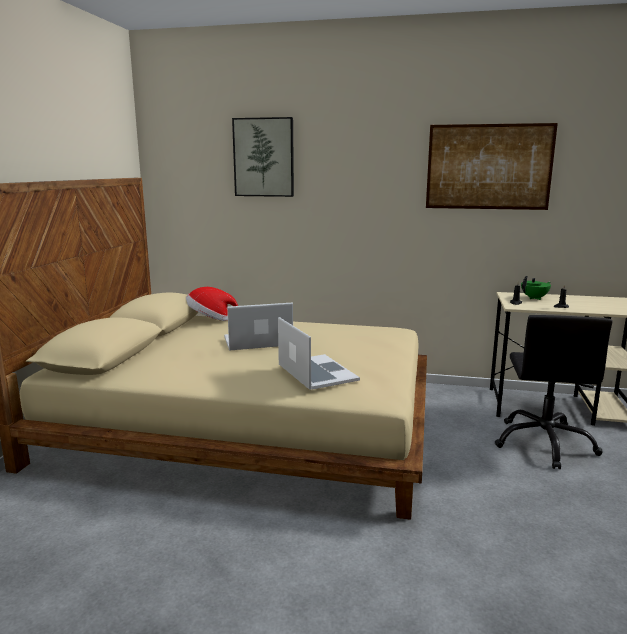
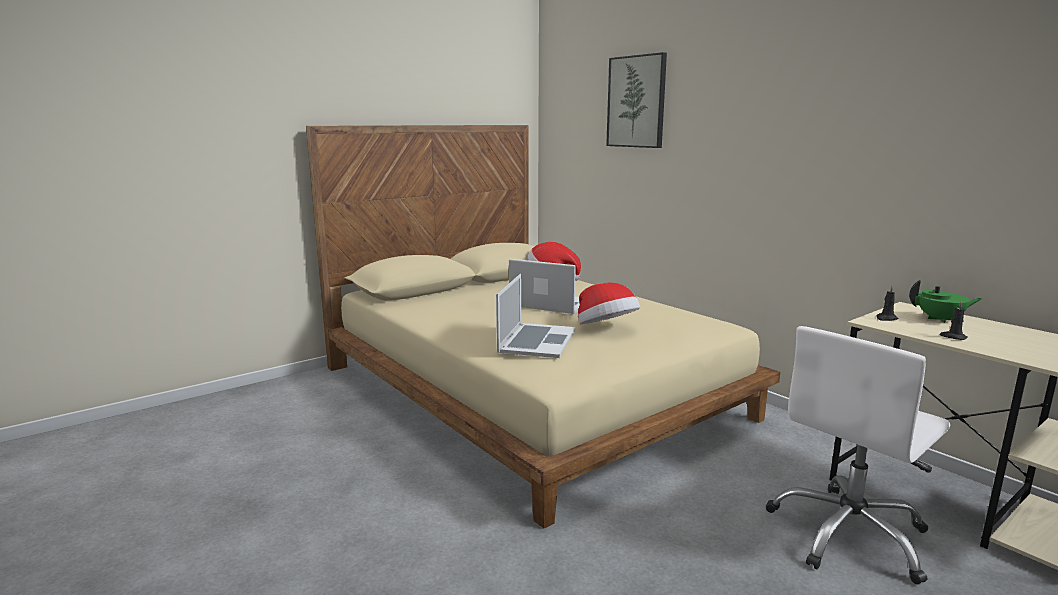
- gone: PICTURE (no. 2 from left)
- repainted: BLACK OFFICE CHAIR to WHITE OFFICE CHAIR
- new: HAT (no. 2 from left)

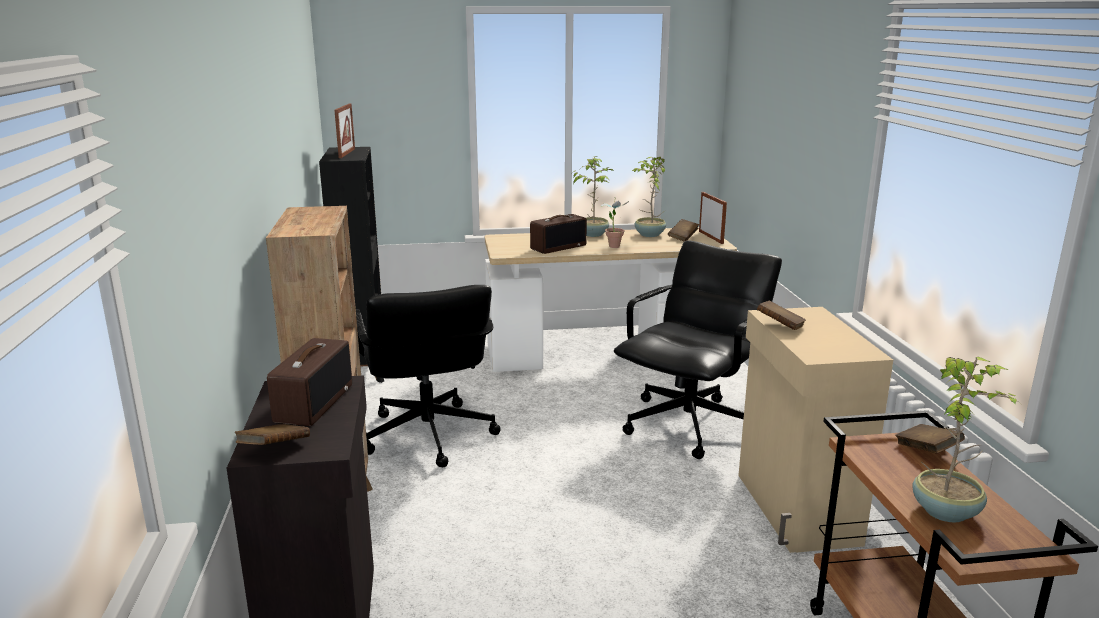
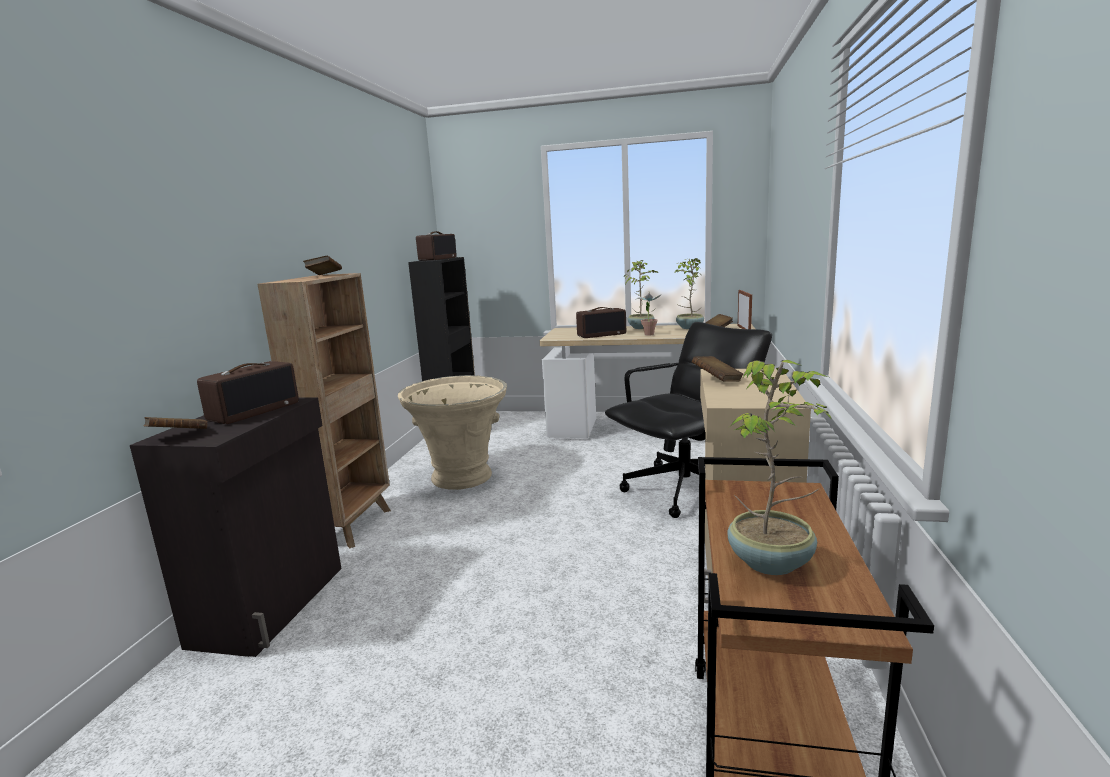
- swapped: PICTURE FRAME (no. 1 from left) to RADIO (no. 2 from left)
- swapped: BLACK OFFICE CHAIR (no. 1 from left) to BEIGE PLANTER
- shifted: BROWN BOOK (no. 4 from left in the first image) to BROWN BOOK (no. 2 from left)

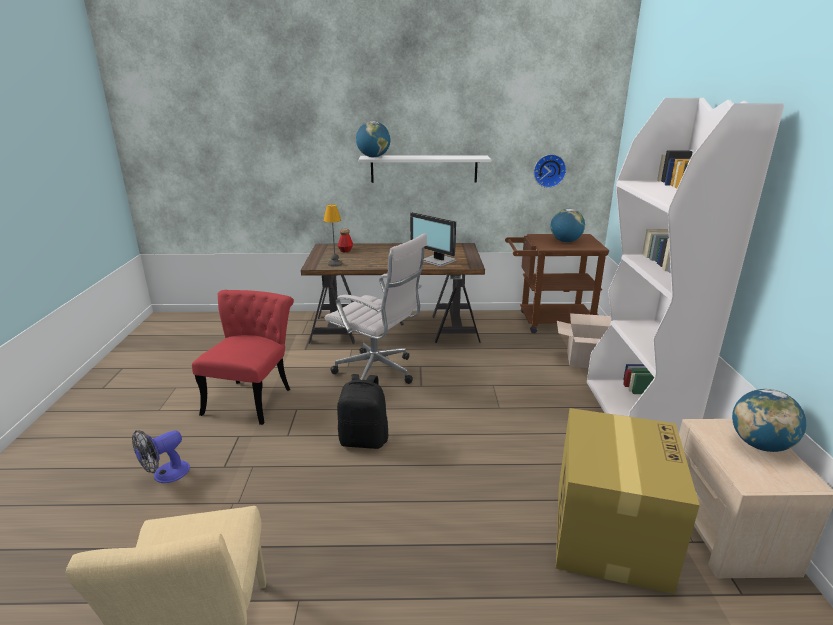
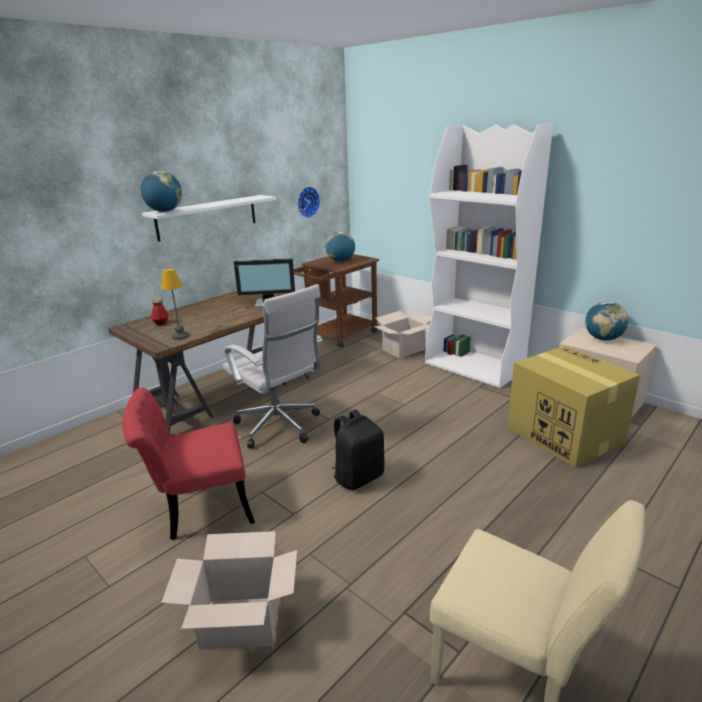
- swapped: FAN to CARDBOARD BOX (no. 1 from left)
- rotated: RED CHAIR 75 degrees counterclockwise
- rotated: WHITE OFFICE CHAIR 60 degrees clockwise

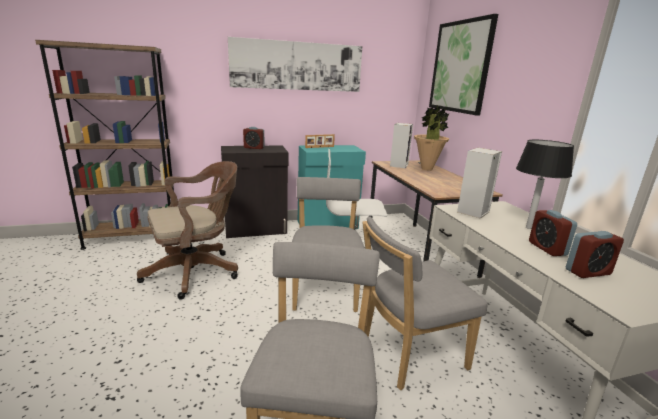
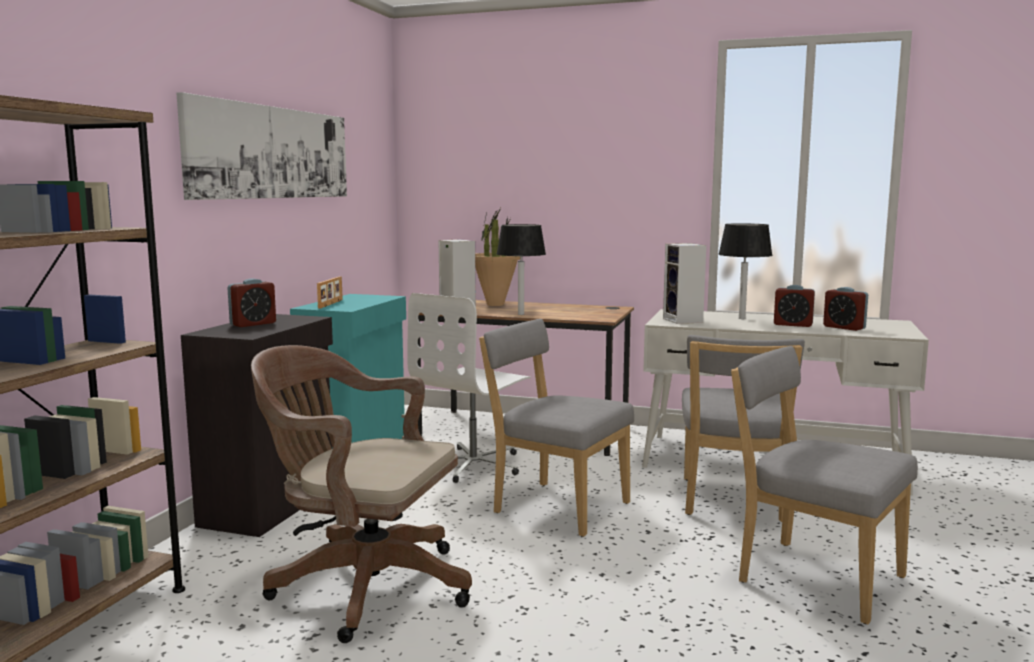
- rotated: BROWN OFFICE CHAIR 75 degrees counterclockwise
- gone: PICTURE (no. 2 from left)
- rotated: ALARM CLOCK (no. 3 from left) 120 degrees clockwise
- new: BLACK TABLE LAMP (no. 1 from left)

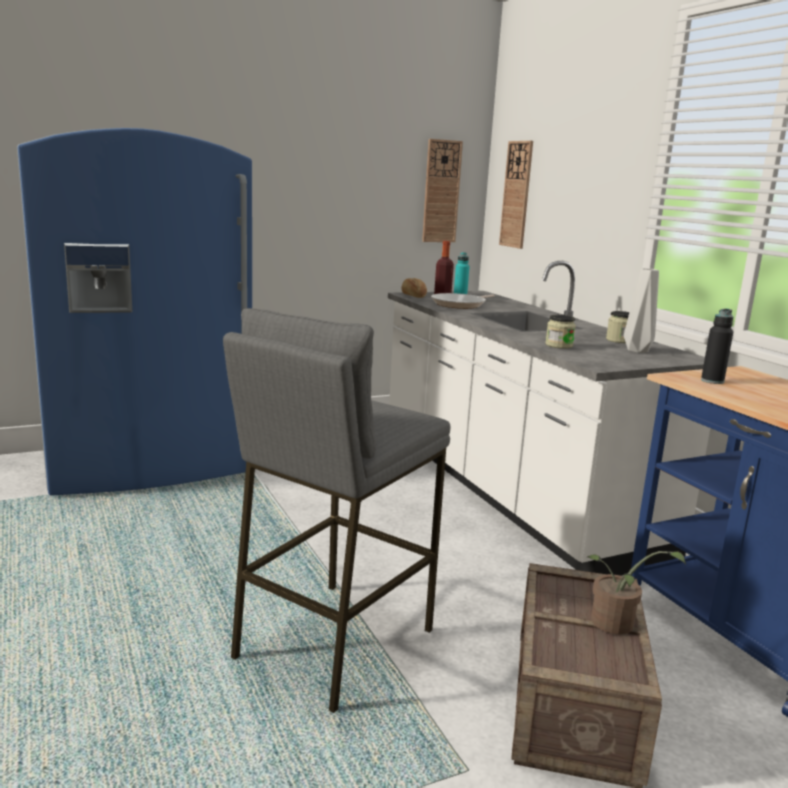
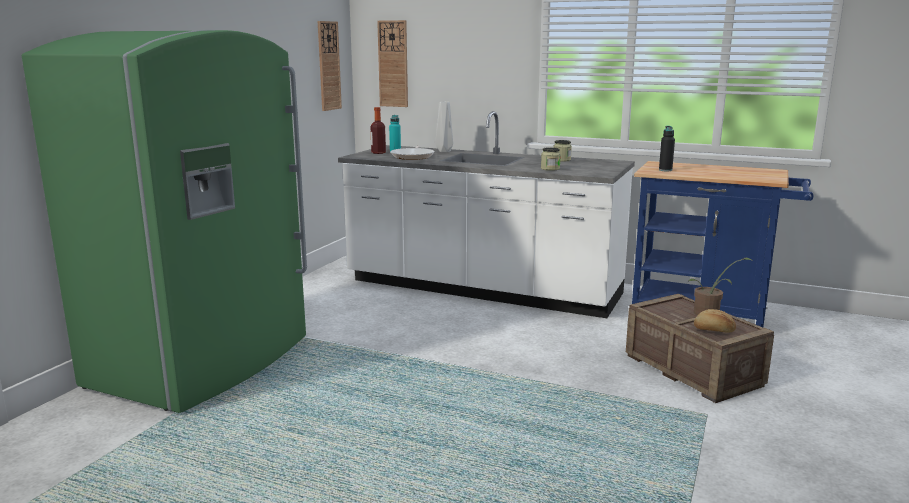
- repainted: BLUE FRIDGE to GREEN FRIDGE
- gone: GREY STOOL
- shifted: BREAD
- shifted: GREY VASE

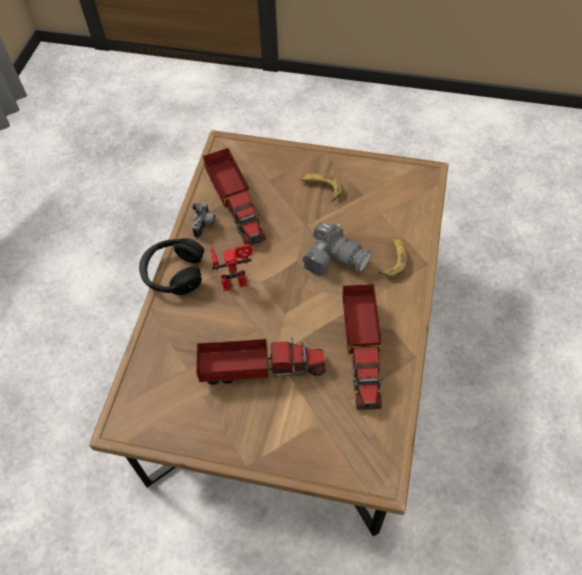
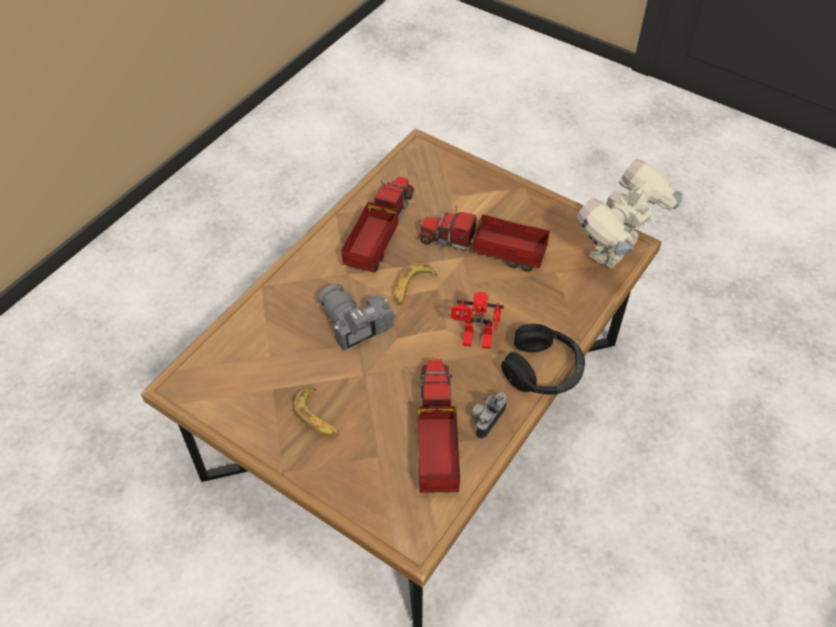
- shifted: BANANA (no. 2 from left)
- new: TOY ROBOT (no. 2 from left)

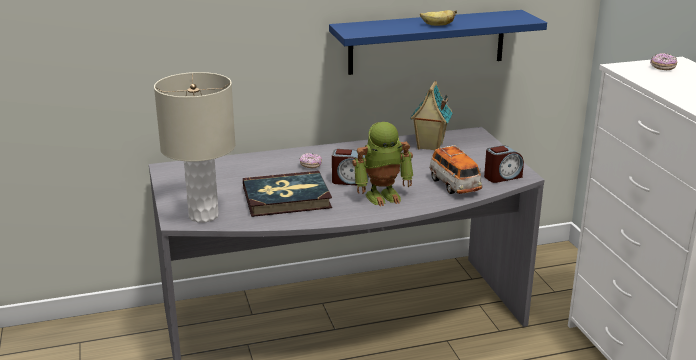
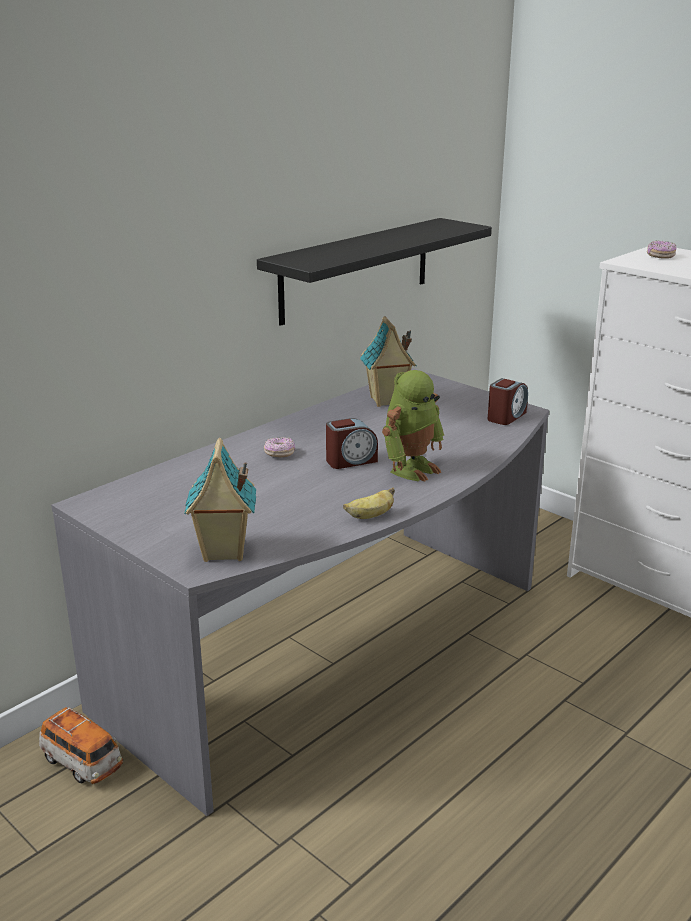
- swapped: BEIGE TABLE LAMP to TOY HOUSE (no. 1 from left)
- gone: BOOK
- repainted: BLUE SHELF to BLACK SHELF
- shifted: BANANA
- shifted: TOY CAR

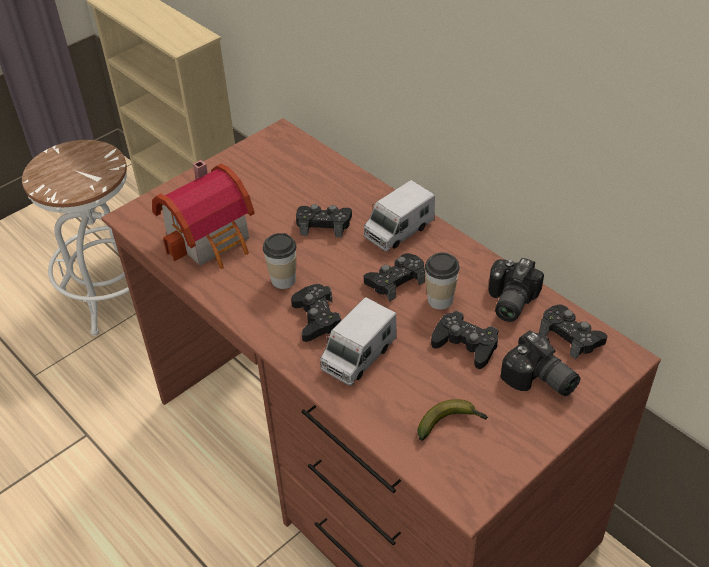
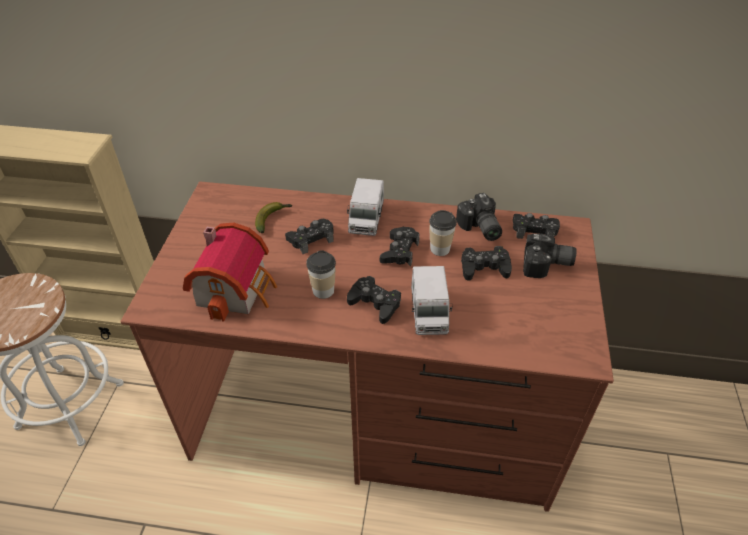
- shifted: BANANA

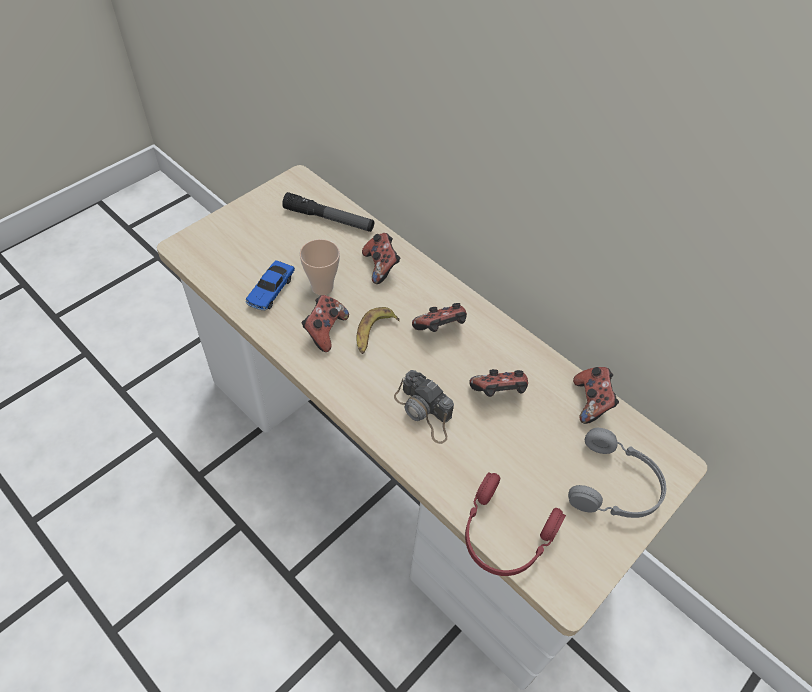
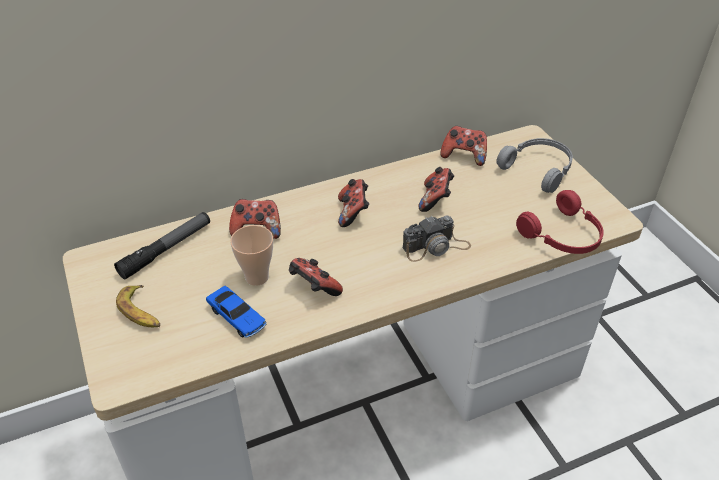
- shifted: BANANA

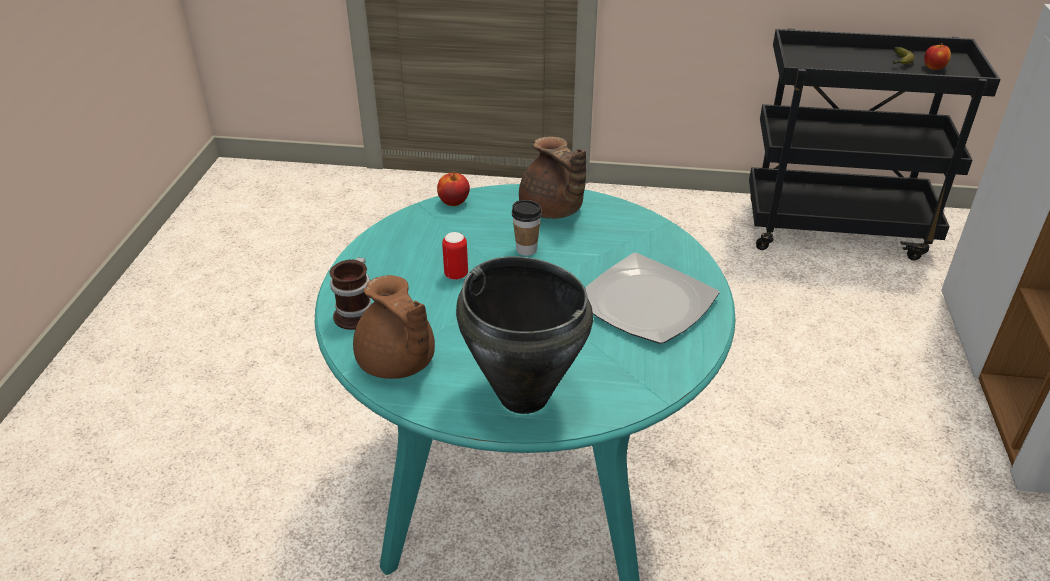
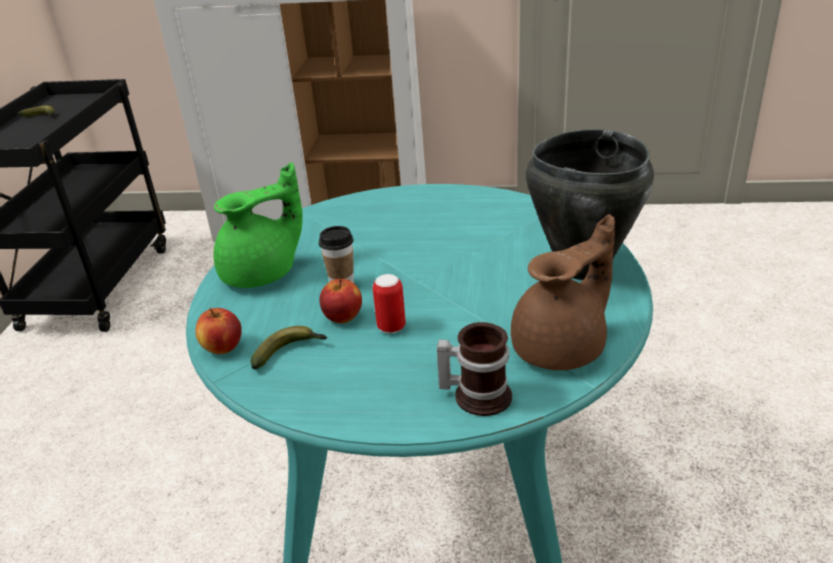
- repainted: BROWN TEAPOT (no. 2 from left) to GREEN TEAPOT
- gone: PLATE
- shifted: APPLE (no. 2 from left)
- new: BANANA (no. 2 from left)

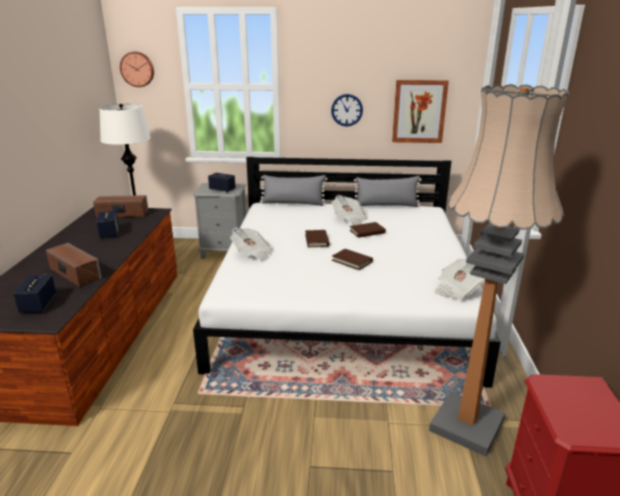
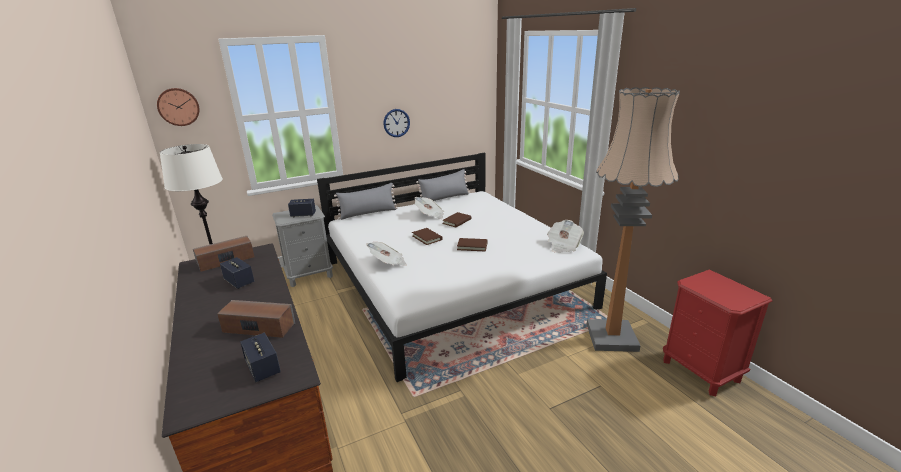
- gone: PICTURE

